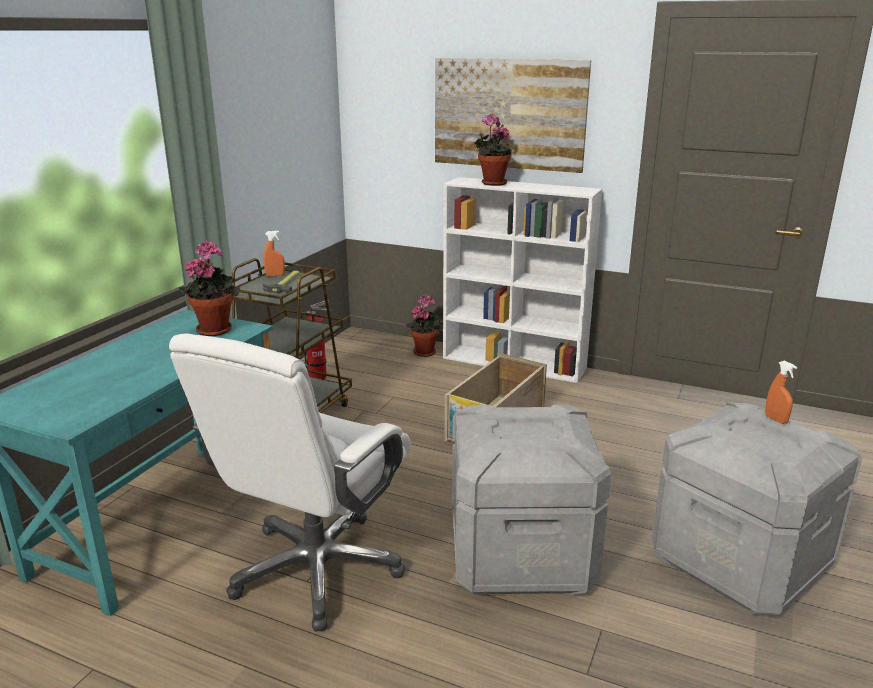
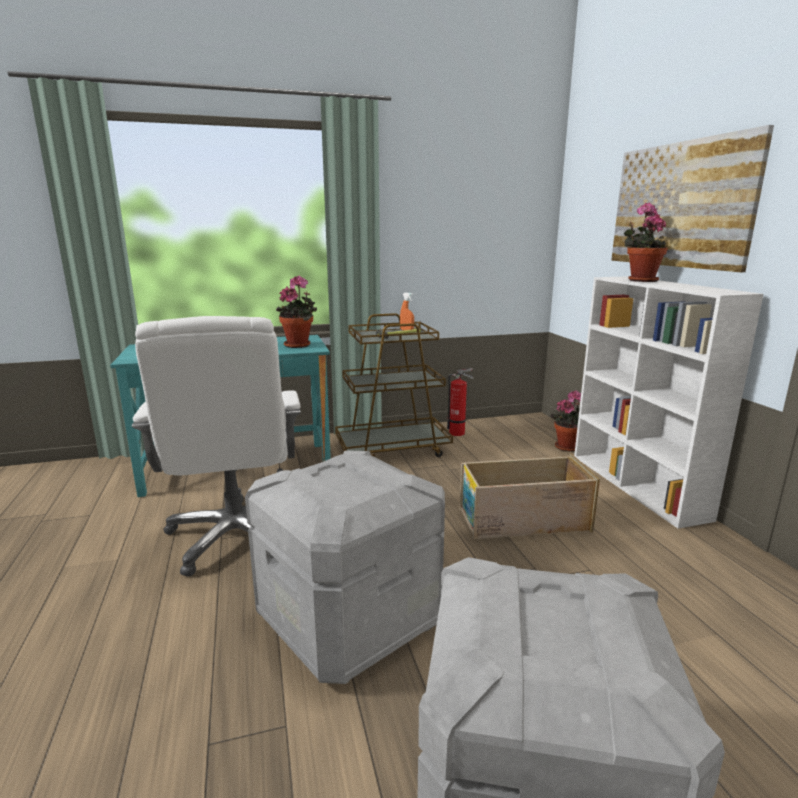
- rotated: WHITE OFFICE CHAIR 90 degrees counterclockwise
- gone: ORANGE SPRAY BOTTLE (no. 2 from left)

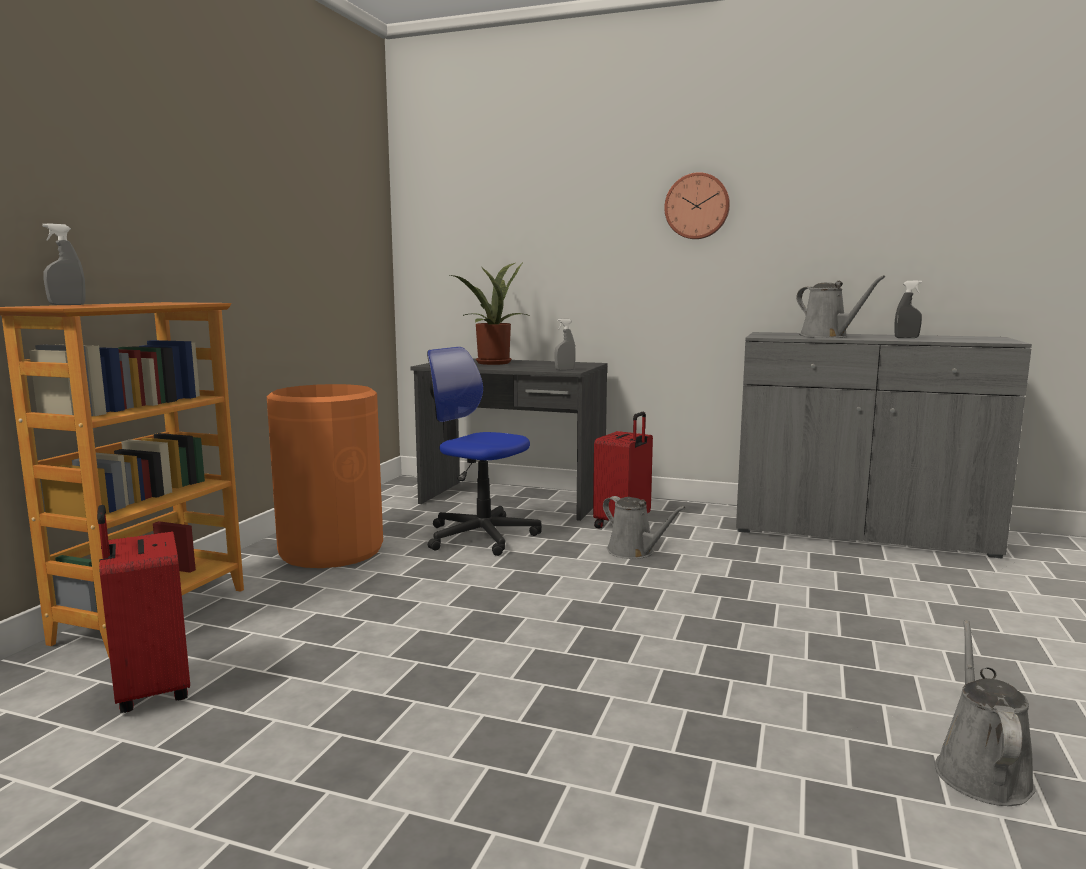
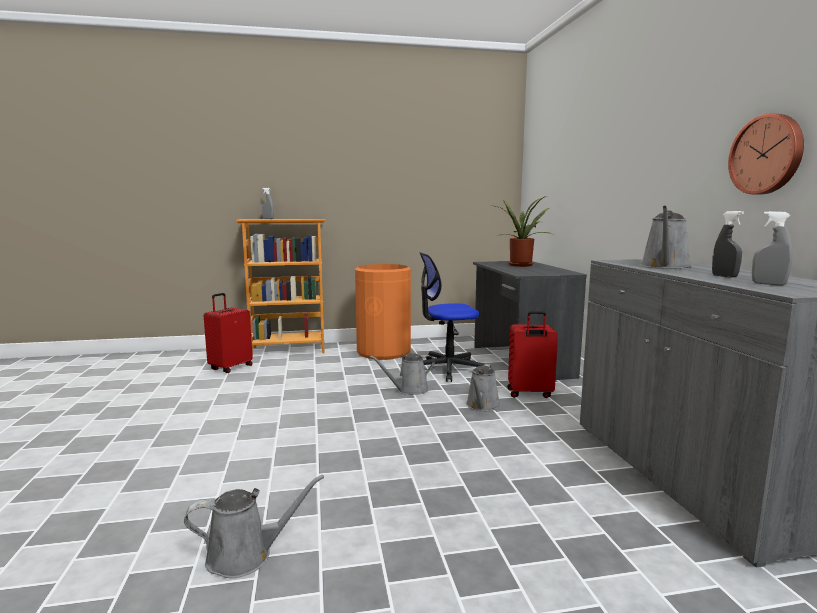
- rotated: OFFICE CHAIR 105 degrees counterclockwise
- shifted: GREY SPRAY BOTTLE (no. 2 from left in the first image) to GREY SPRAY BOTTLE (no. 3 from left)
- shifted: WALL CLOCK
- new: GREY WATERING CAN (no. 2 from left)

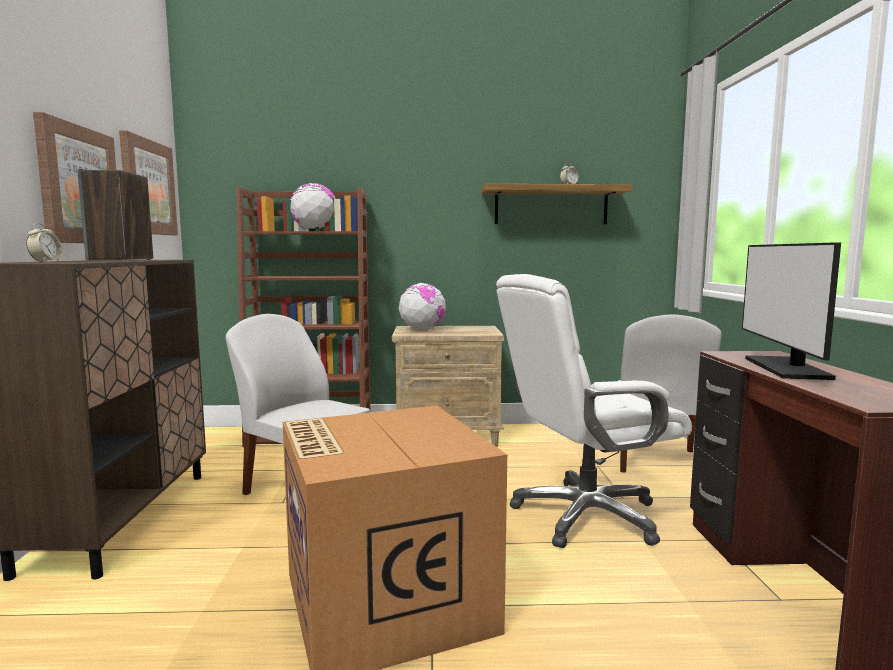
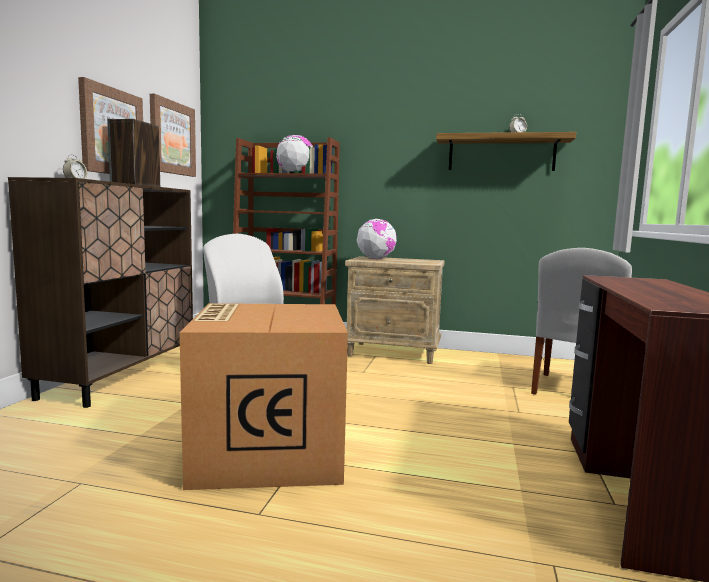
- gone: WHITE OFFICE CHAIR
- gone: MONITOR

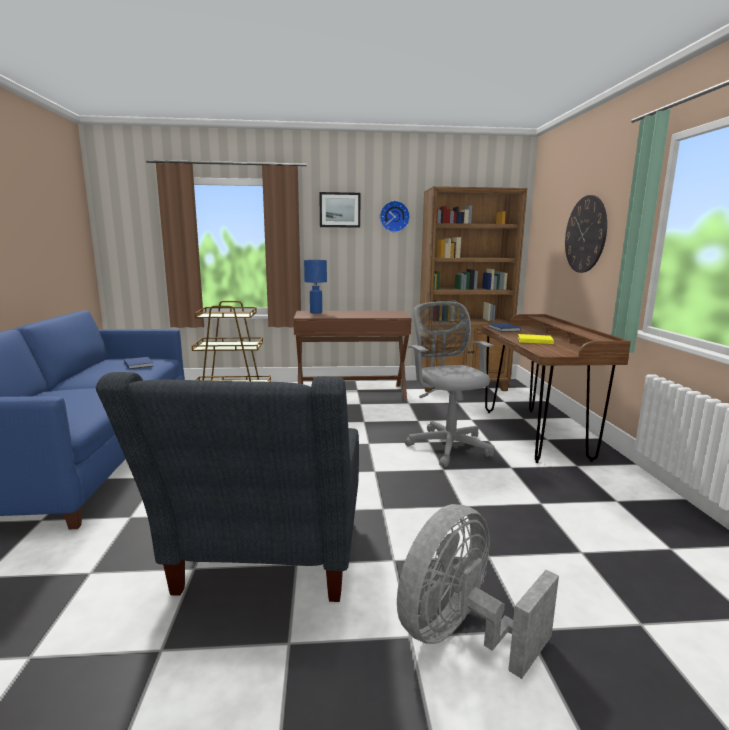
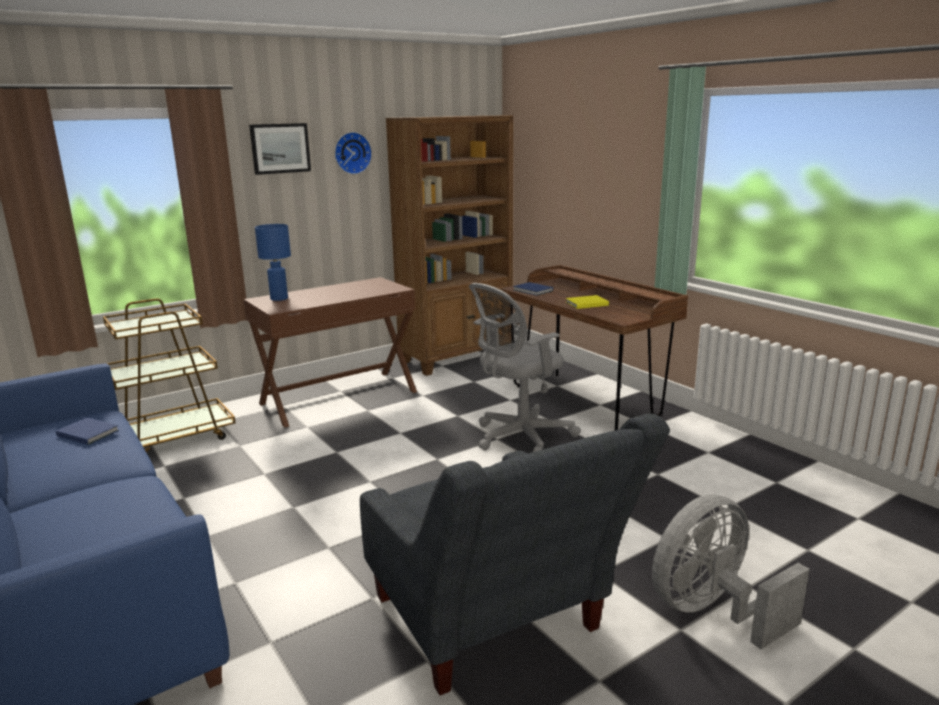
- rotated: GREY FAN 45 degrees clockwise
- rotated: GREY OFFICE CHAIR 75 degrees counterclockwise
- gone: WALL CLOCK (no. 2 from left)

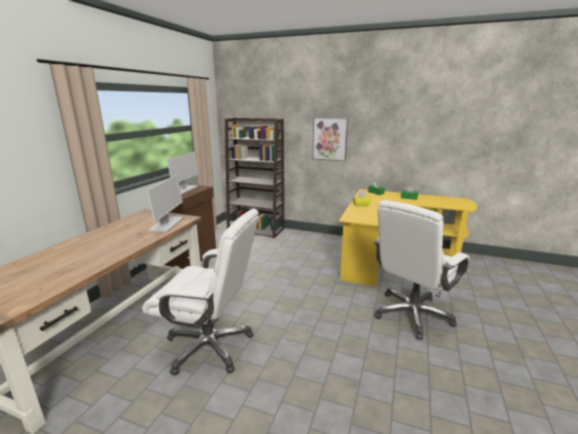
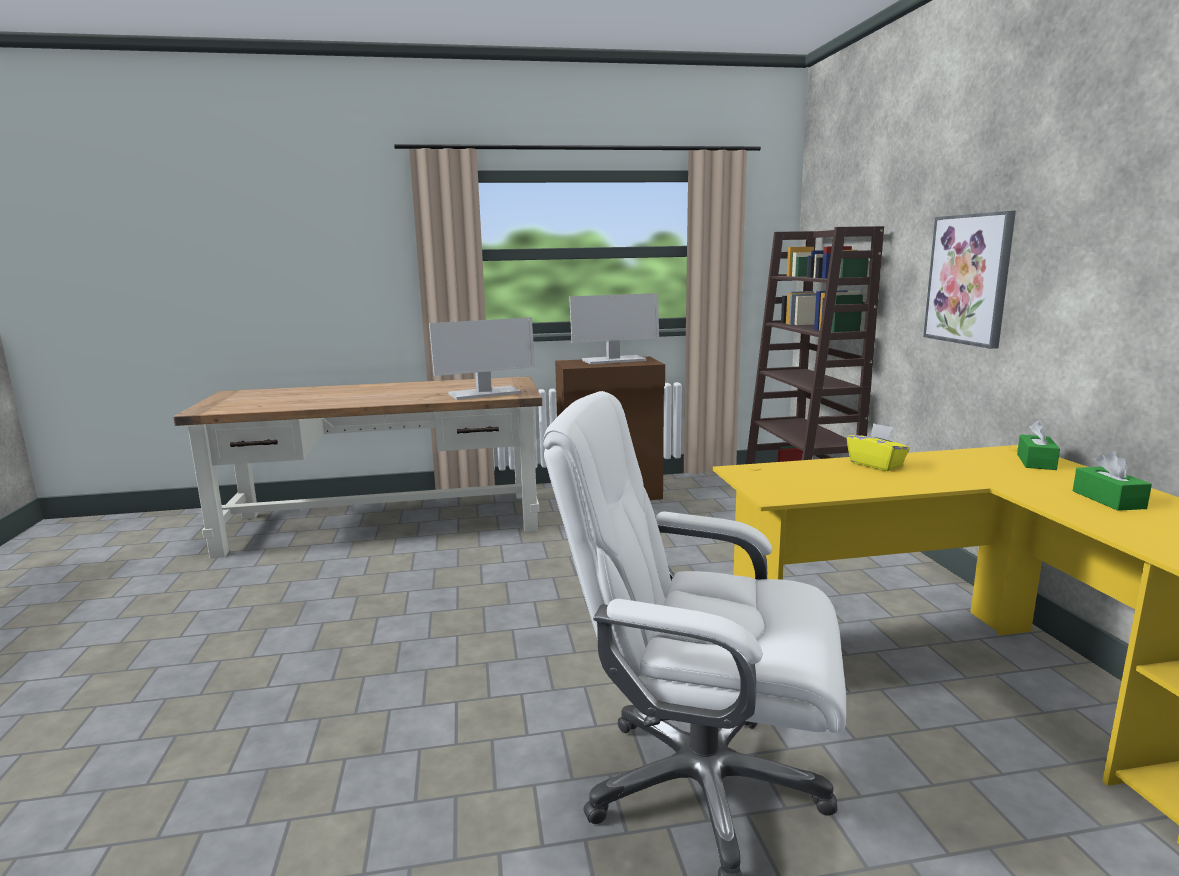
- gone: WHITE OFFICE CHAIR (no. 1 from left)

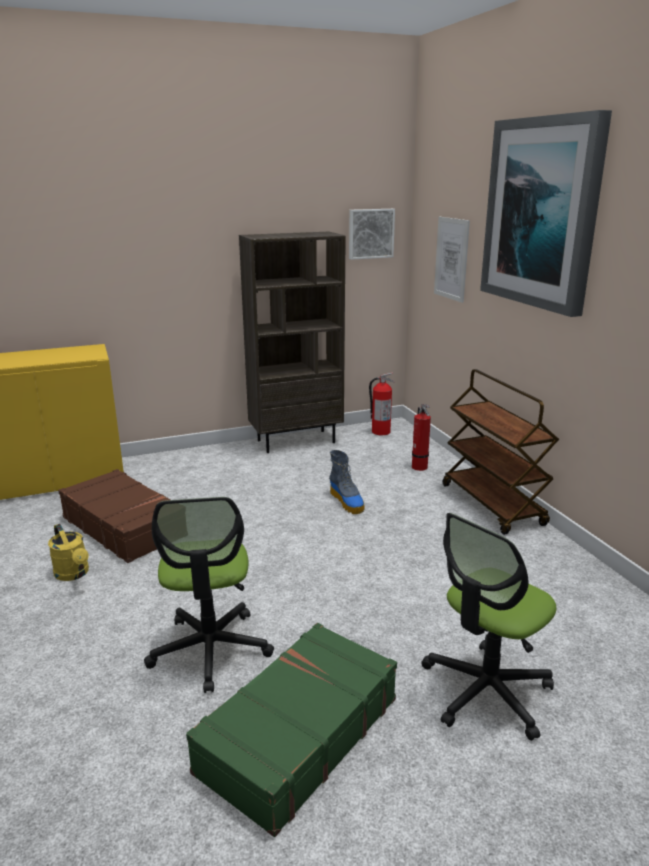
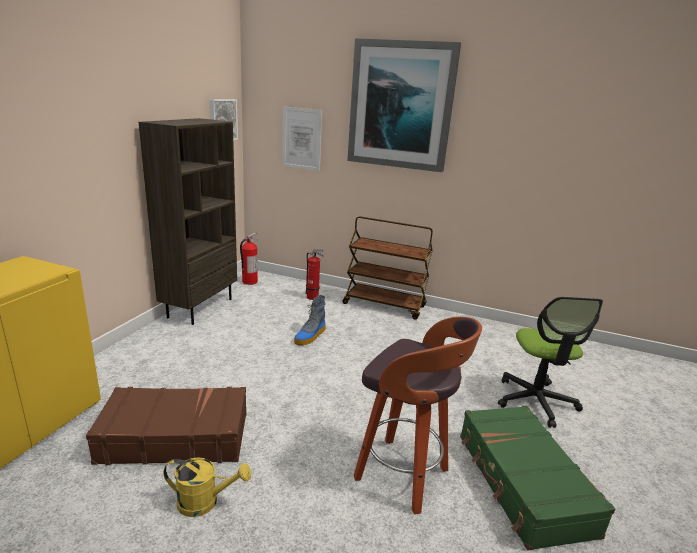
- swapped: OFFICE CHAIR (no. 1 from left) to STOOL
- rotated: BOOT 105 degrees clockwise

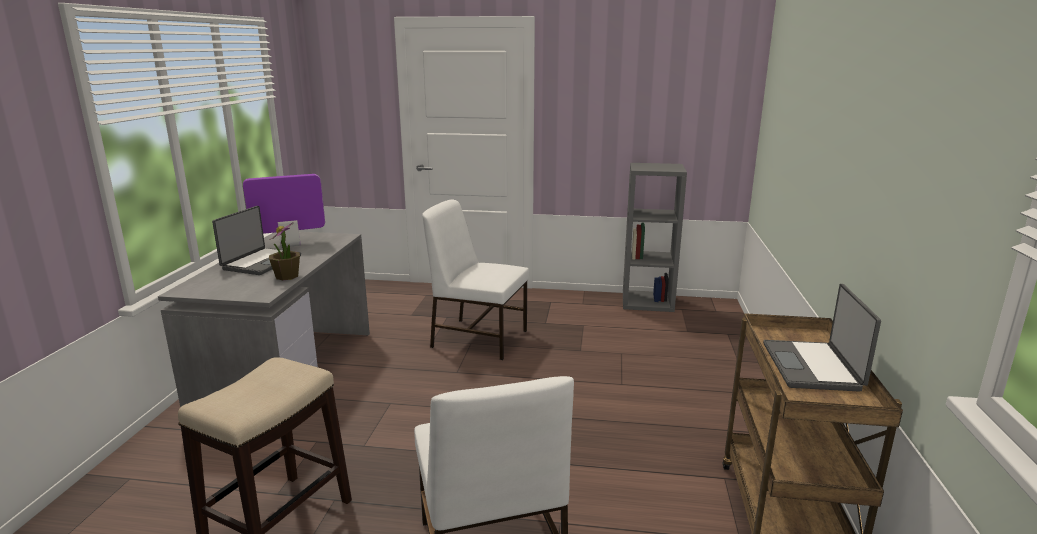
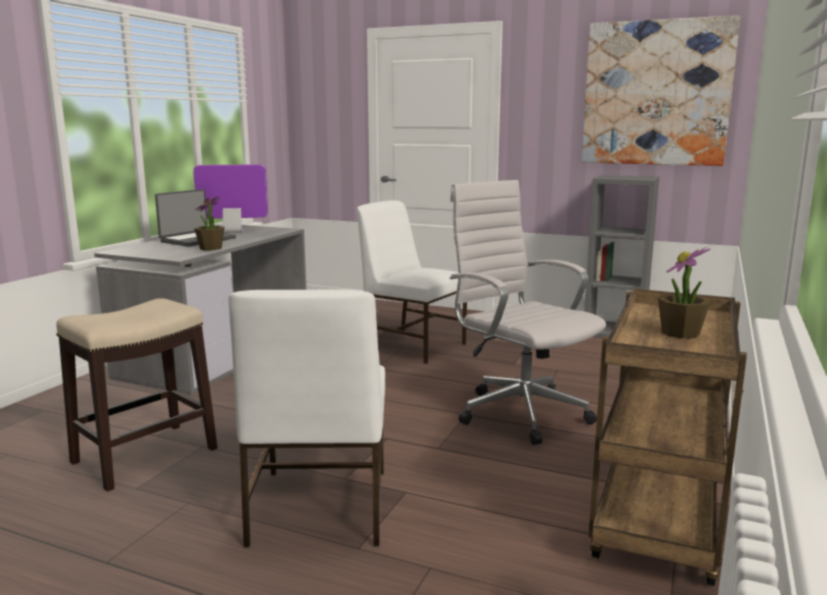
- swapped: LAPTOP (no. 2 from left) to POTTED PLANT (no. 2 from left)
- new: WHITE OFFICE CHAIR
- new: PICTURE

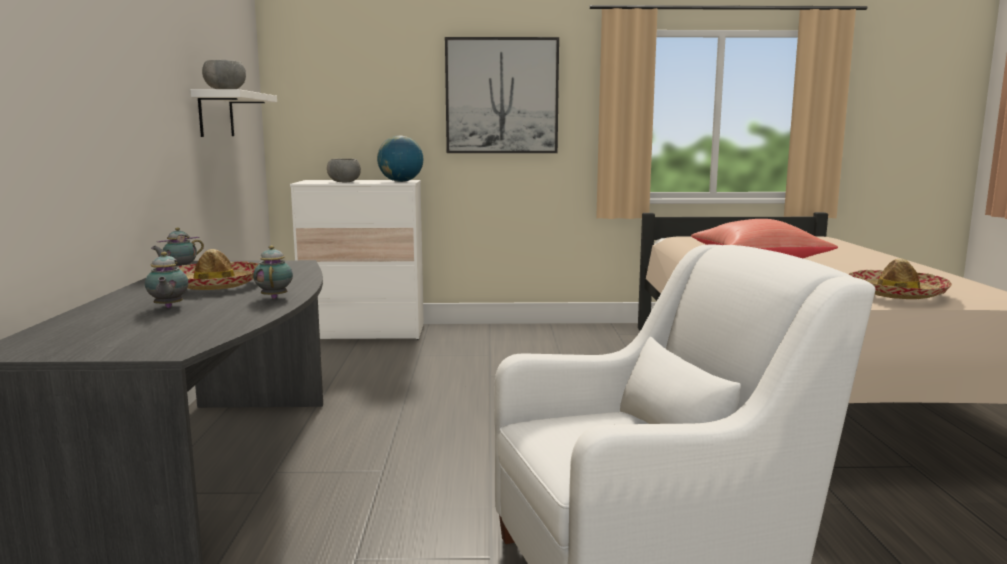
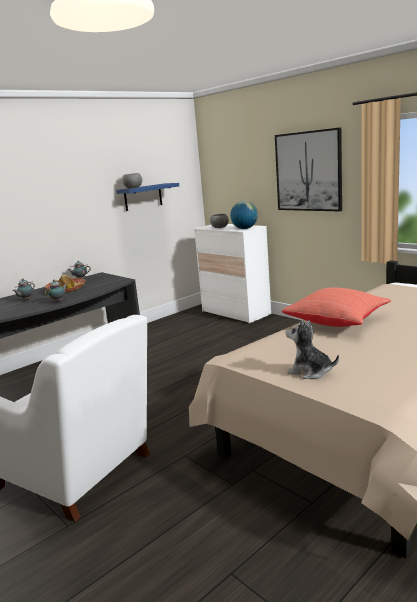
- repainted: WHITE SHELF to BLUE SHELF
- swapped: HAT (no. 2 from left) to PLUSH TOY

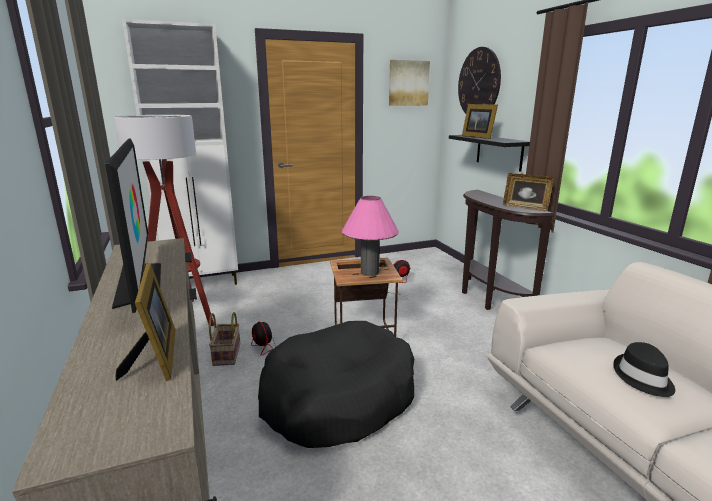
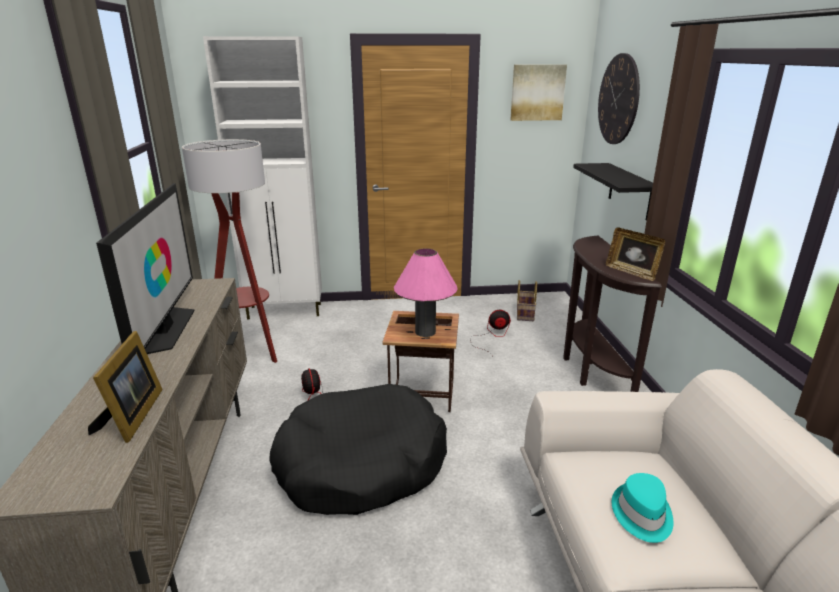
- shifted: BASKET
- gone: PICTURE FRAME (no. 2 from left)
- repainted: BLACK HAT to TURQUOISE HAT

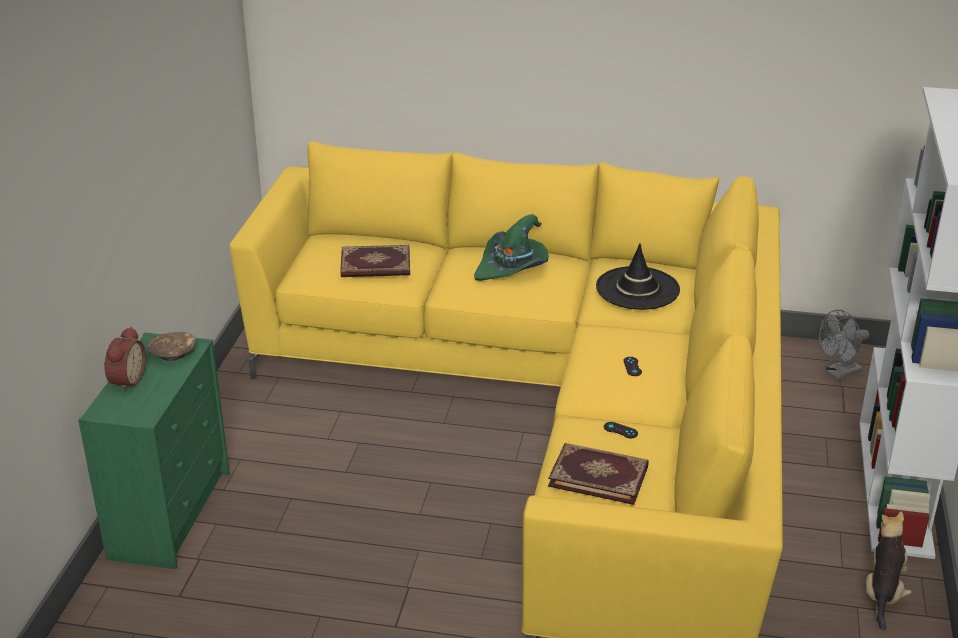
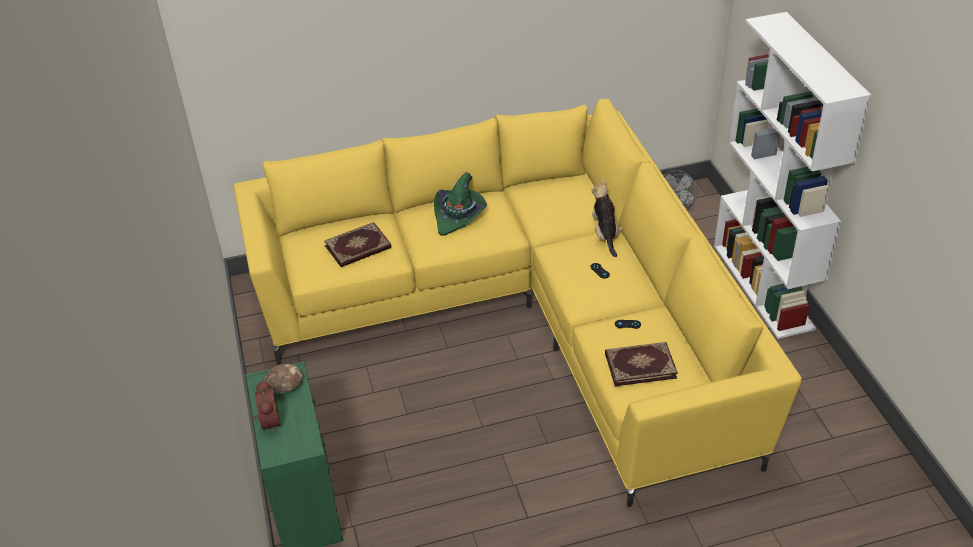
- gone: BLACK HAT
- shifted: PLUSH TOY

